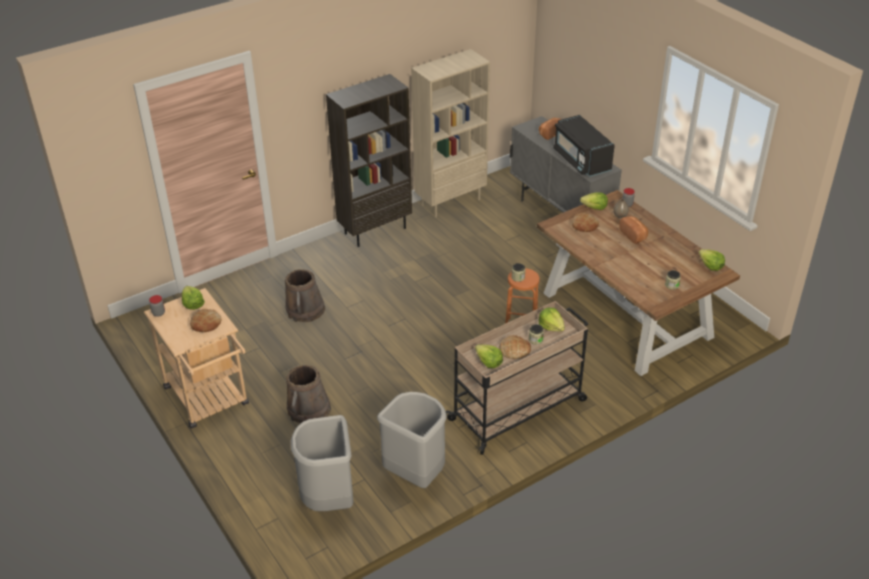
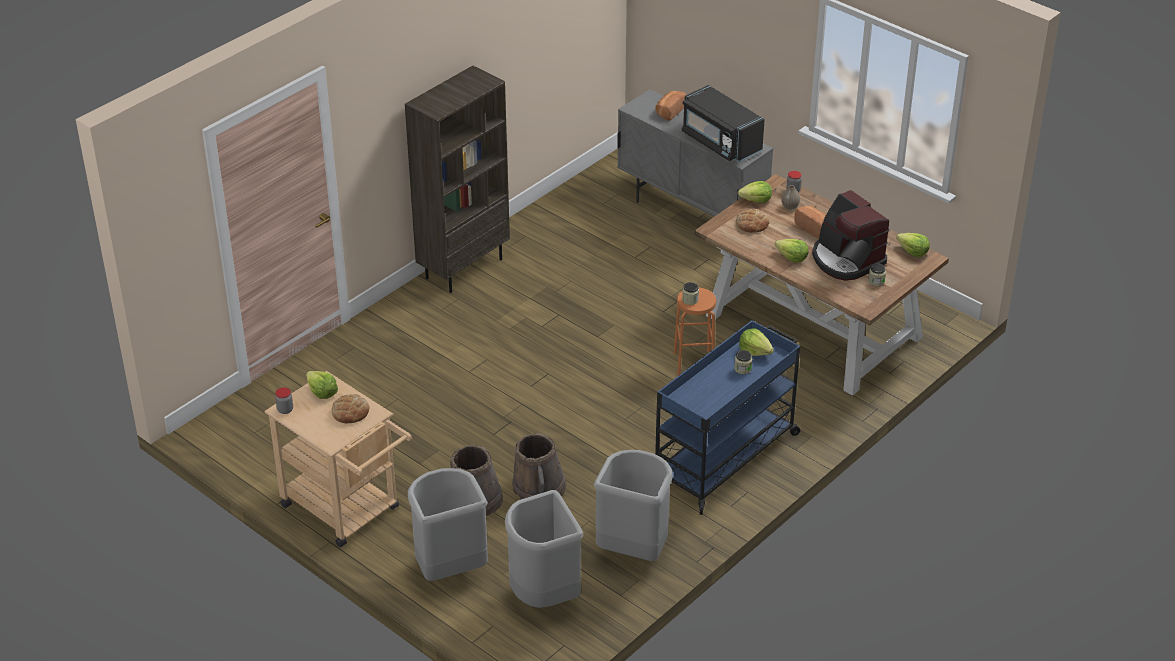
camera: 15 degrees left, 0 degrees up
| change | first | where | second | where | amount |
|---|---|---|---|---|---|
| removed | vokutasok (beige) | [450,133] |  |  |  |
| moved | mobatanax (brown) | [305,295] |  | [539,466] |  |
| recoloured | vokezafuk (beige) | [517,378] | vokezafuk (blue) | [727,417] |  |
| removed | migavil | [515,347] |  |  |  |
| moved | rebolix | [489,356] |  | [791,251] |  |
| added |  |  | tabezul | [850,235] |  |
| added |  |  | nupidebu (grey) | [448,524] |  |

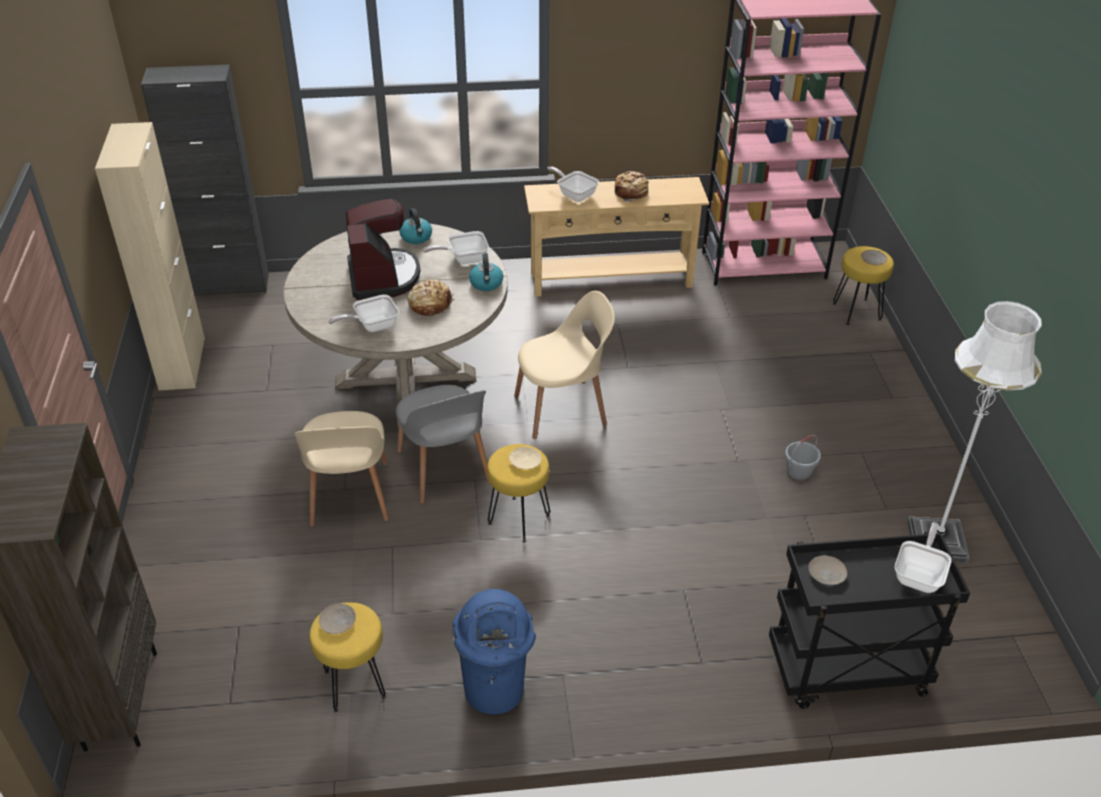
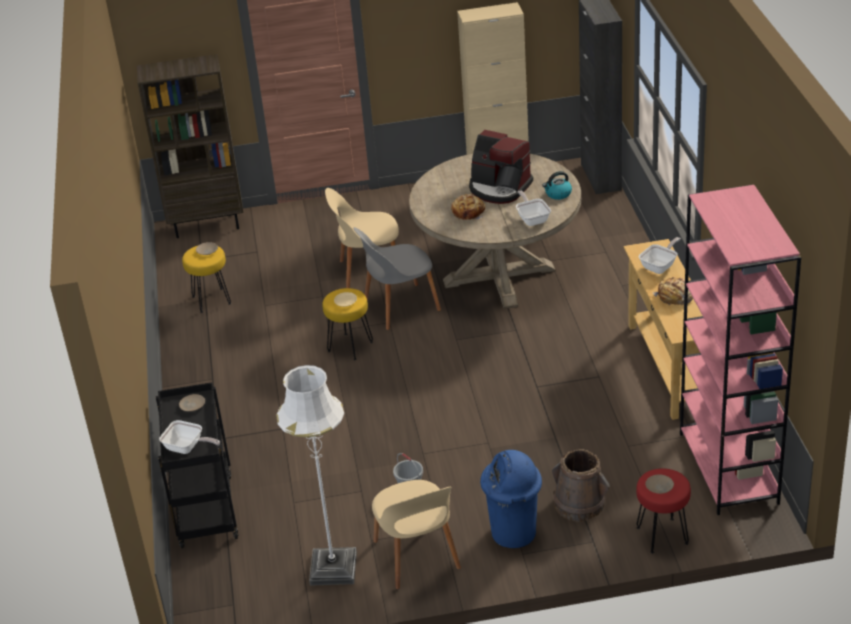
camera: 90 degrees right, 5 degrees down
| change | first | where | second | where | amount |
|---|---|---|---|---|---|
| turned | tabezul | [383,249] |  | [501,167] | 45 degrees clockwise |
| recoloured | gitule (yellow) | [863,285] | gitule (red) | [663,511] |  |
| removed | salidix | [486,272] |  |  |  |
| moved | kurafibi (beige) | [564,365] |  | [416,534] |  |
| removed | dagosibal | [363,313] |  |  |  |
| moved | nupidebu (blue) | [494,651] |  | [511,499] |  |
| added |  |  | mobatanax (brown) | [581,485] |  |

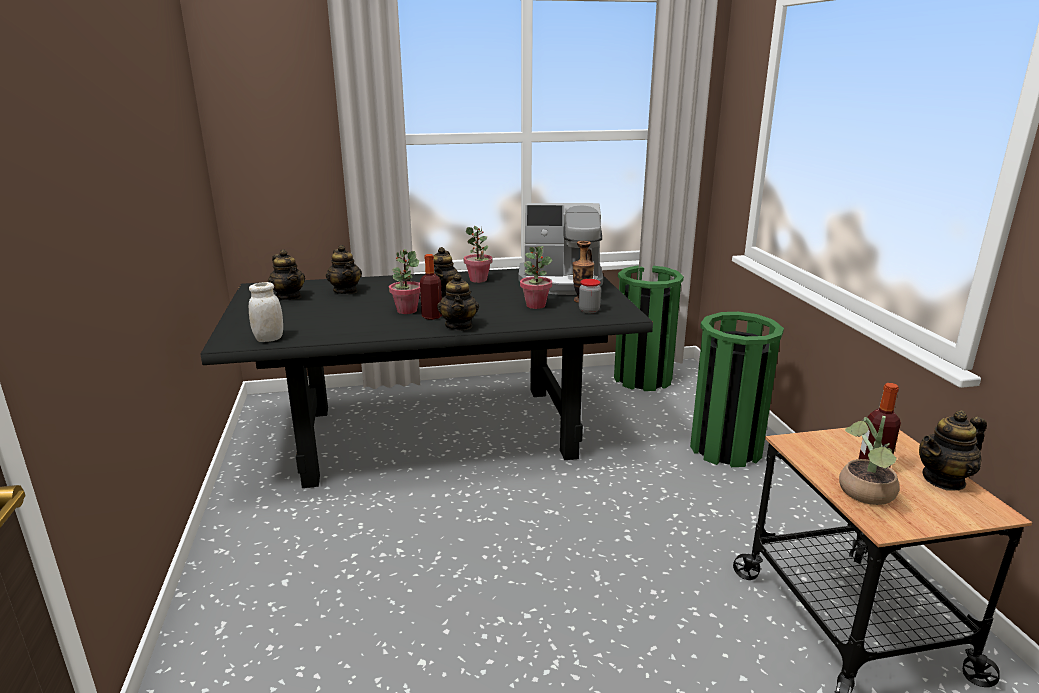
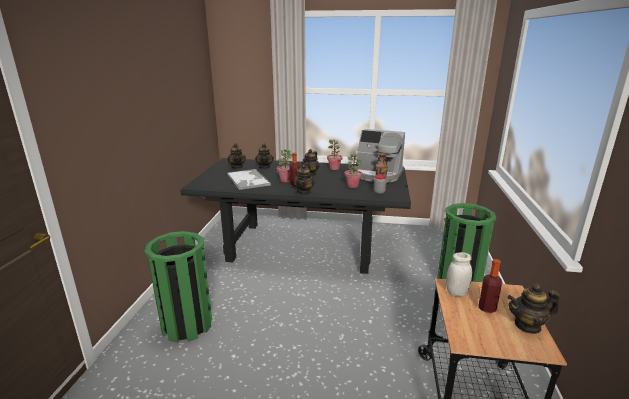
camera: 20 degrees right, 0 degrees up
| change | first | where | second | where | amount |
|---|---|---|---|---|---|
| moved | nupidebu (green) | [649,328] |  | [178,287] |  |
| moved | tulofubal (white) | [266,312] |  | [459,274] |  |
| removed | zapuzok | [869,460] |  |  |  |
| added |  |  | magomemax | [249,179] |  |

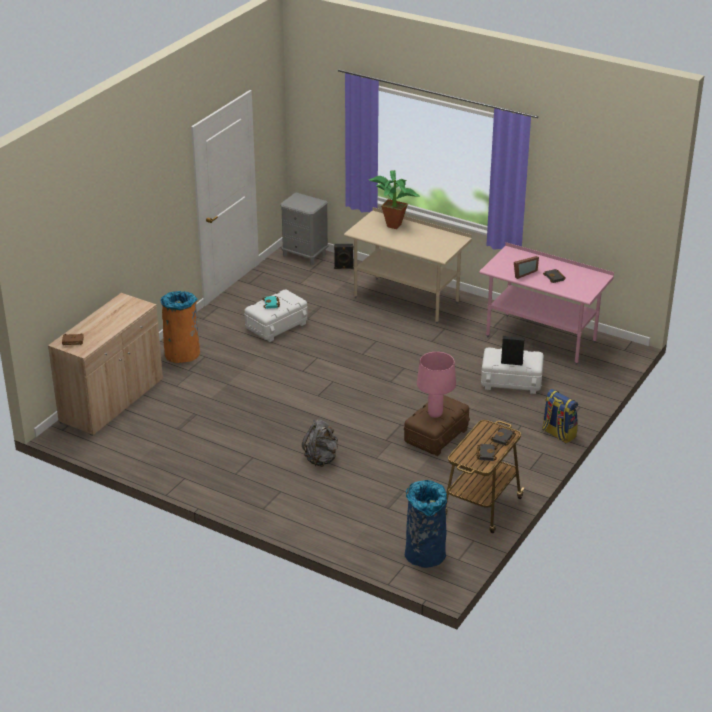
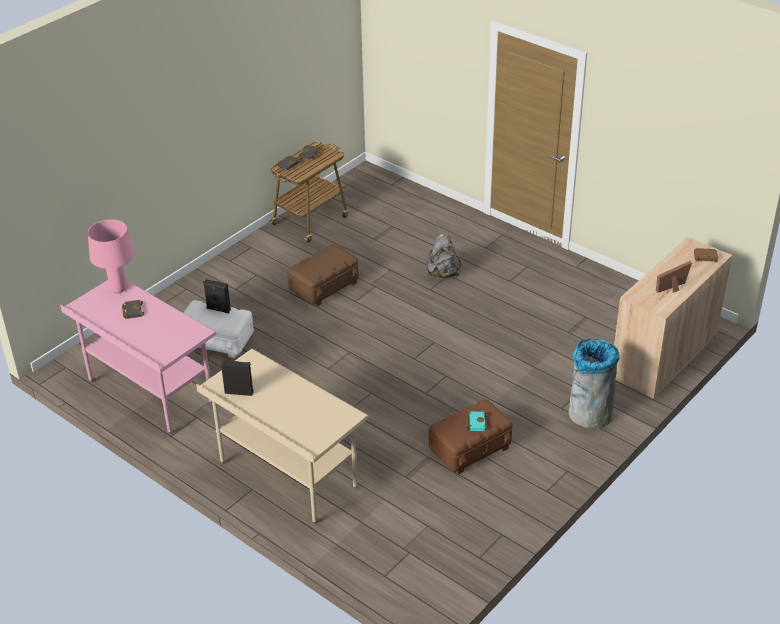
camera: 170 degrees left, 5 degrees up
| change | first | where | second | where | amount |
|---|---|---|---|---|---|
| removed | zapuzok | [394,199] |  |  |  |
| removed | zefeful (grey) | [304,228] |  |  |  |
| moved | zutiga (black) | [343,256] |  | [237,378] |  |
| moved | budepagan | [526,267] |  | [674,277] |  |
| recoloured | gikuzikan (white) | [276,316] | gikuzikan (brown) | [470,437] |  |
| recoloured | nupidebu (orange) | [180,327] | nupidebu (grey) | [594,384] |  |
| moved | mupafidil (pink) | [436,385] |  | [111,256] |  |
| removed | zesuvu | [560,416] |  |  |  |
| removed | nupidebu (blue) | [426,524] |  |  |  |

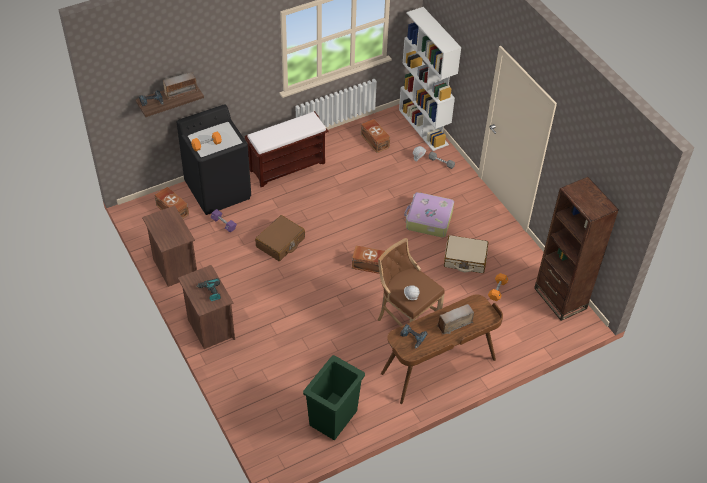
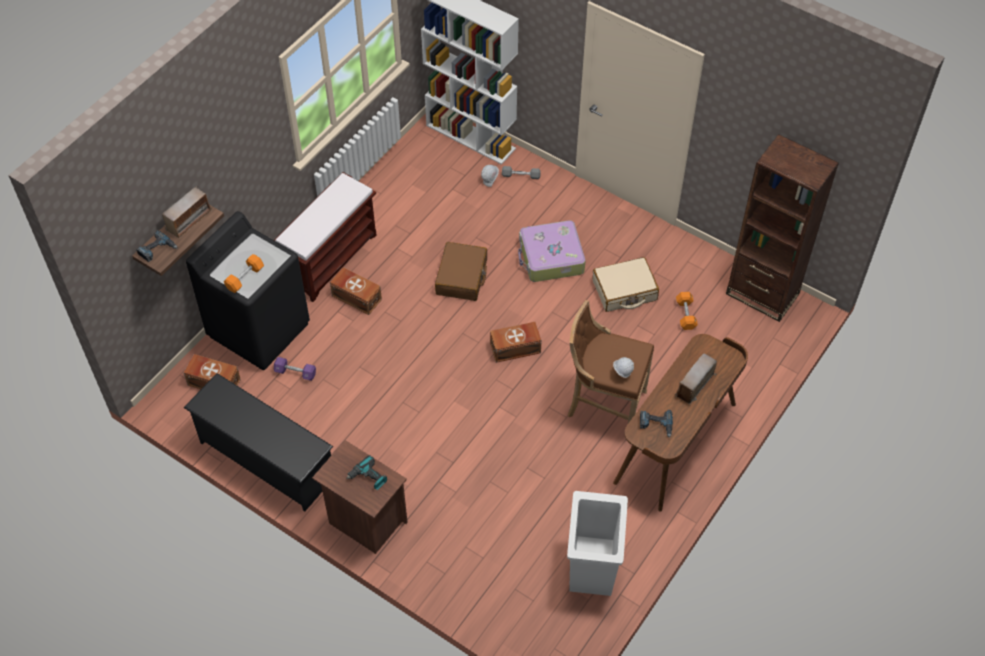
camera: 25 degrees left, 5 degrees up
| change | first | where | second | where | amount |
|---|---|---|---|---|---|
| moved | gikuzikan (brown) | [375,136] |  | [356,291] |  |
| replaced | zefeful (brown) | [169,246] | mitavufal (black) | [258,442] |  |
| moved | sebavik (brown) | [280,238] |  | [461,271] |  |
| recoloured | nupidebu (green) | [334,397] | nupidebu (white) | [597,543] |  |

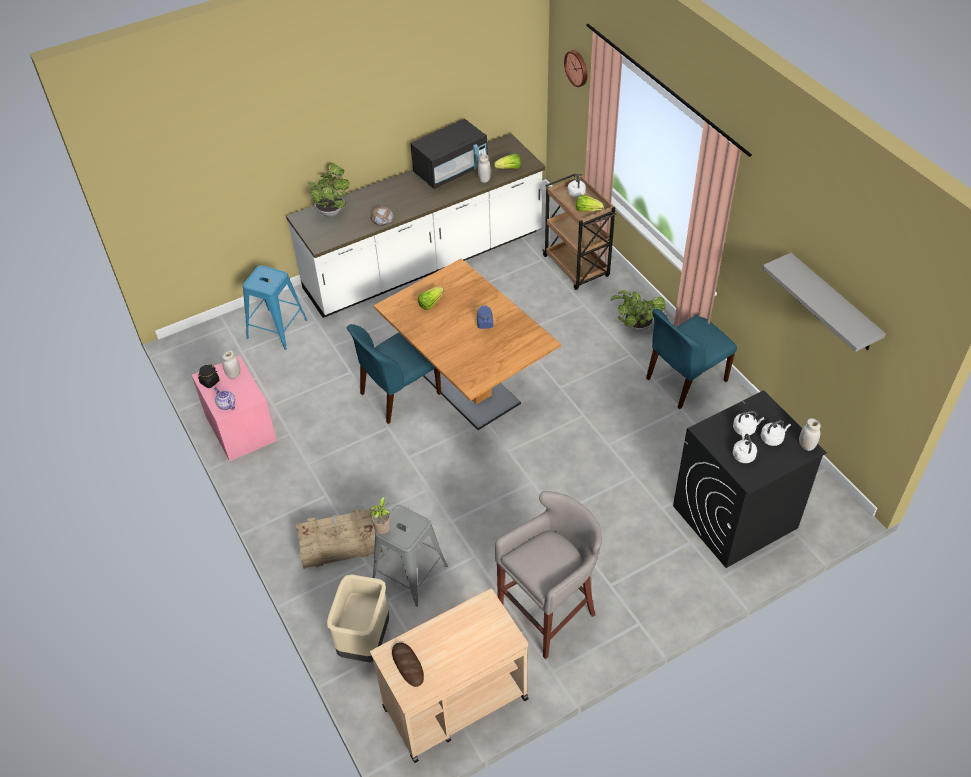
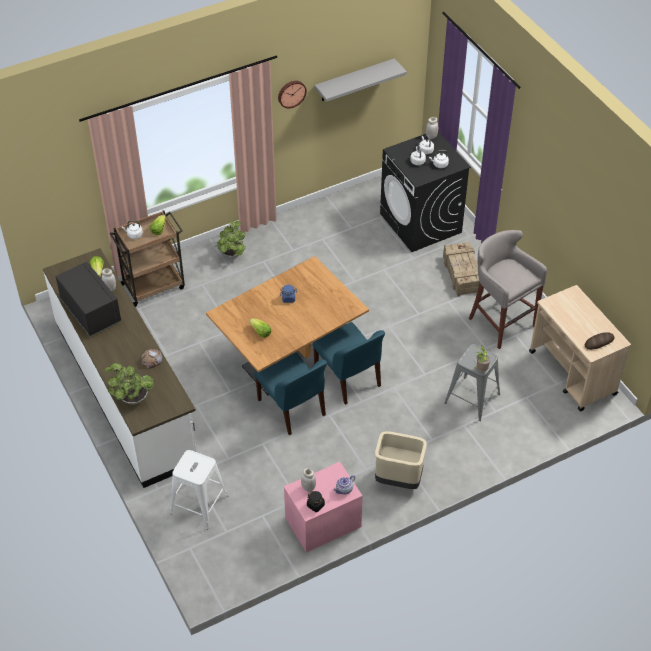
camera: 90 degrees left, 0 degrees up
| change | first | where | second | where | amount |
|---|---|---|---|---|---|
| moved | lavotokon | [575,68] |  | [292,94] |  |
| recoloured | gitule (blue) | [275,307] | gitule (white) | [198,489] |  |
| moved | kurafibi (blue) | [691,359] |  | [348,363] |  |
| moved | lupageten | [339,538] |  | [463,269] |  |
| moved | nupidebu (beige) | [358,618] |  | [401,460] |  |

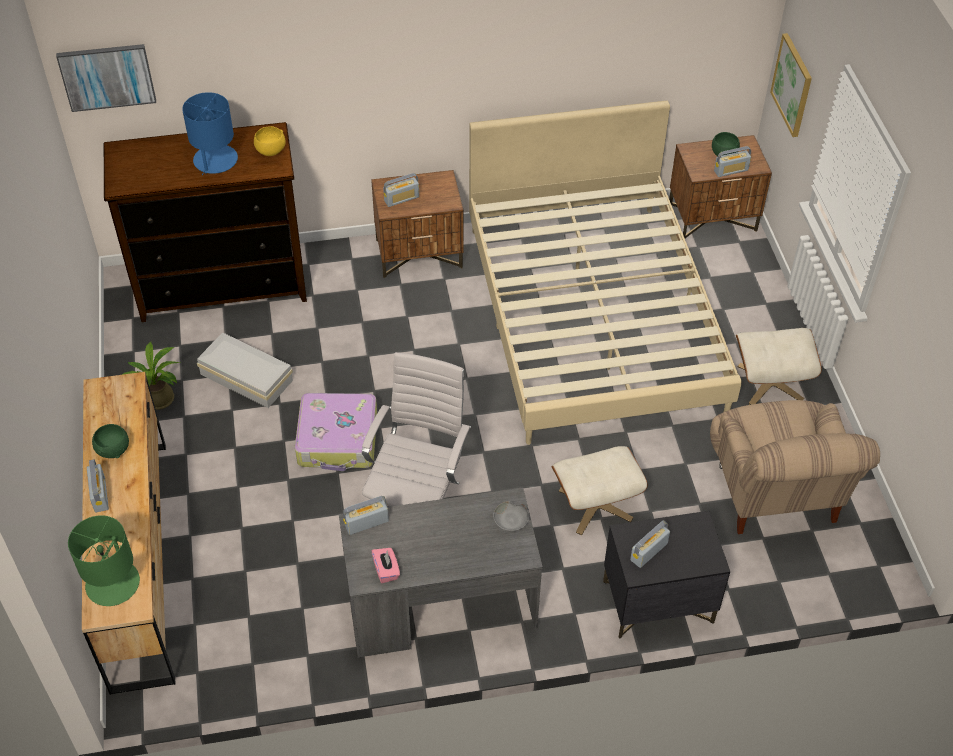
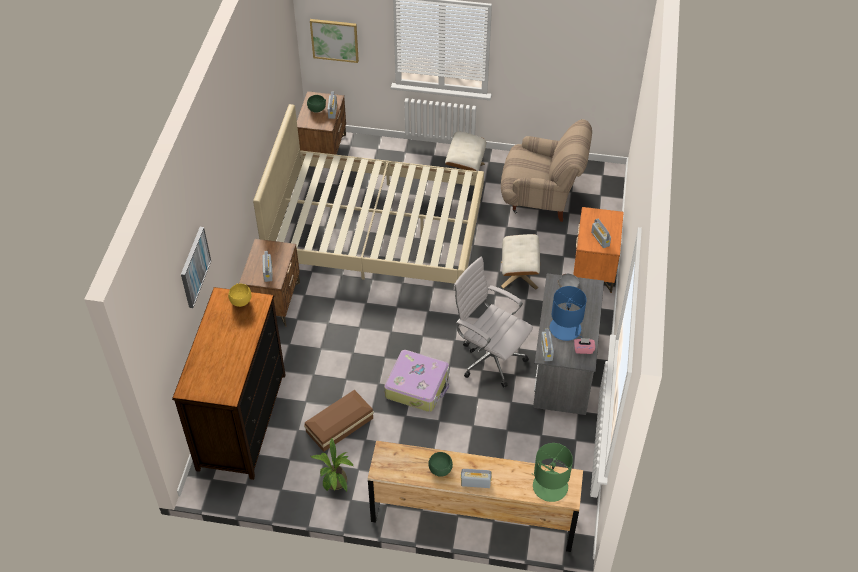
camera: 70 degrees left, 0 degrees up
| change | first | where | second | where | amount |
|---|---|---|---|---|---|
| moved | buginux | [106,78] |  | [196,267] |  |
| moved | mupafidil (blue) | [210,134] |  | [568,313] |  |
| recoloured | gikuzikan (white) | [245,370] | gikuzikan (brown) | [339,421] |  |
| recoloured | zefeful (black) | [666,574] | zefeful (orange) | [598,250] |  |

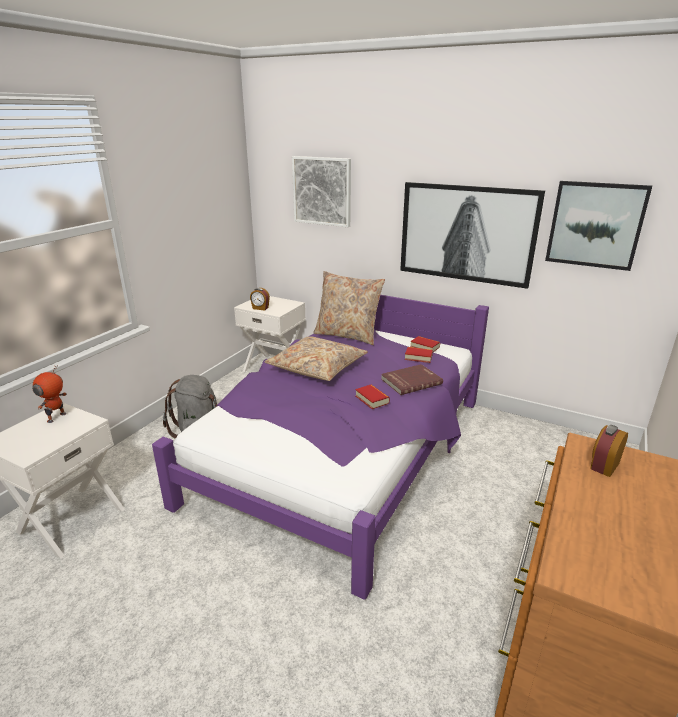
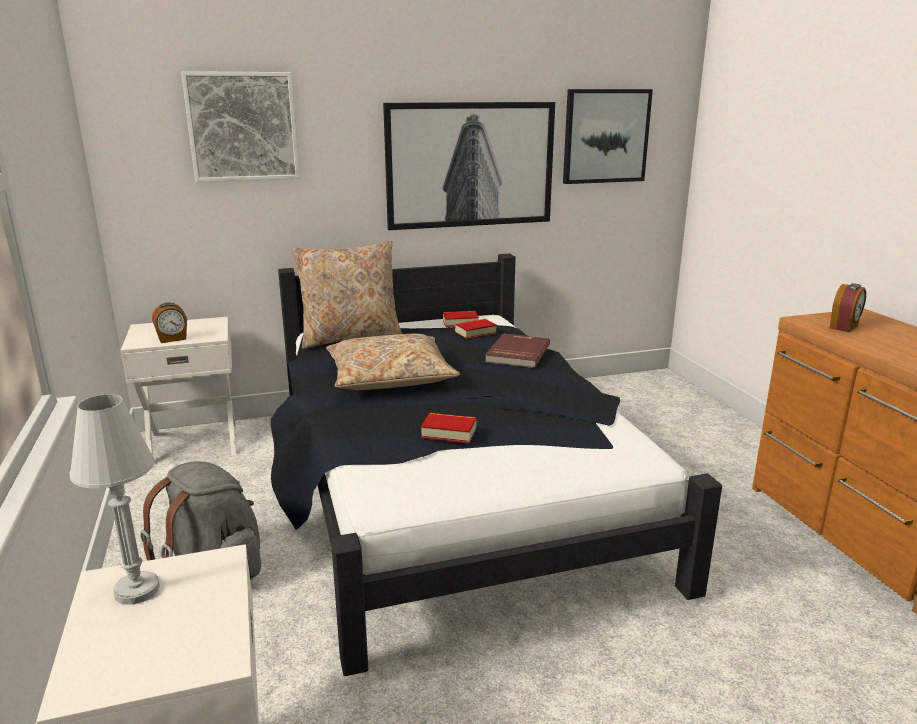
camera: 45 degrees left, 5 degrees down
| change | first | where | second | where | amount |
|---|---|---|---|---|---|
| recoloured | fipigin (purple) | [320,447] | fipigin (black) | [496,464] |  |
| replaced | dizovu | [49,394] | mupafidil (white) | [115,499] |  |
| moved | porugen | [372,397] |  | [449,428] |  |
| turned | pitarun | [609,451] |  | [848,307] | 135 degrees counterclockwise |

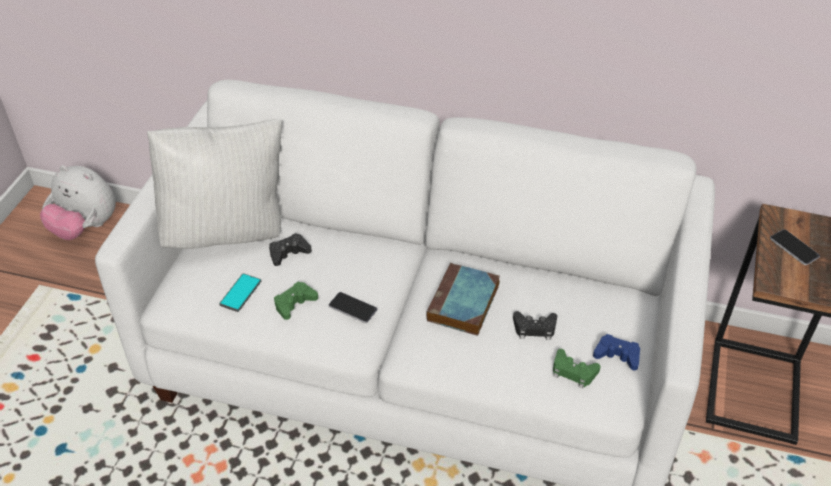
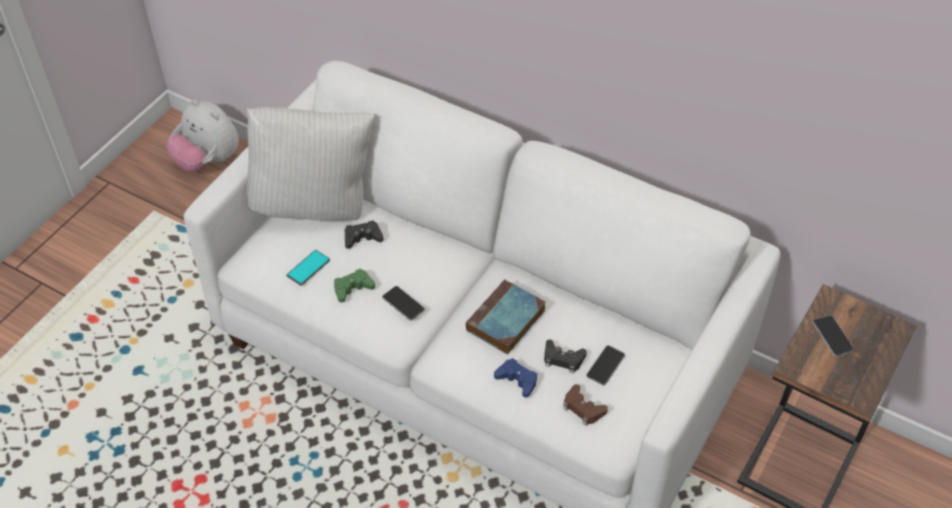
camera: 15 degrees right, 5 degrees up
| change | first | where | second | where | amount |
|---|---|---|---|---|---|
| moved | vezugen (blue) | [616,352] |  | [515,378] |  |
| recoloured | vezugen (green) | [577,368] | vezugen (brown) | [585,405] |  |
| added |  |  | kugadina | [605,366] |  |

